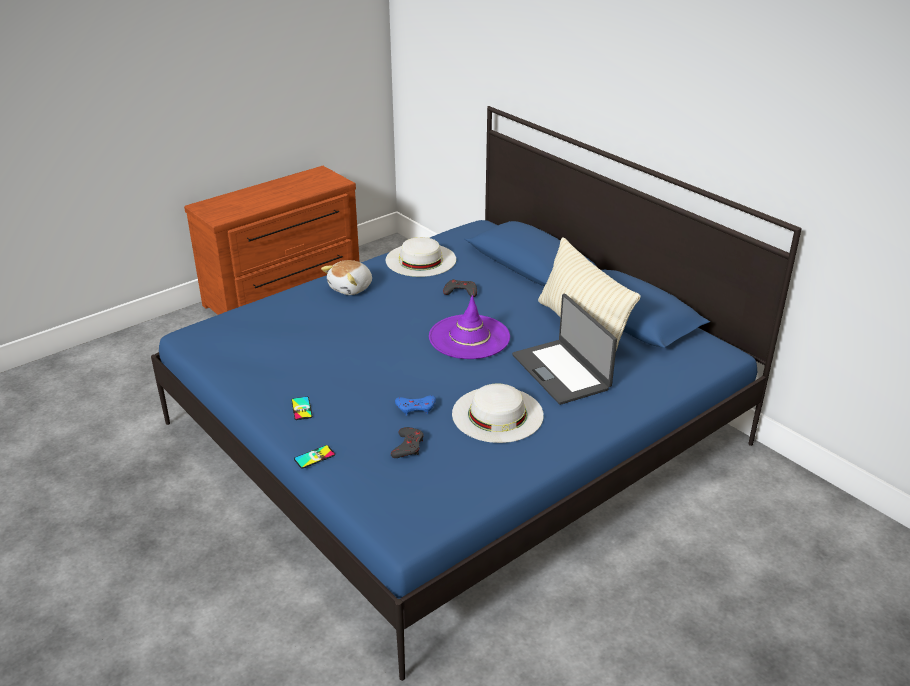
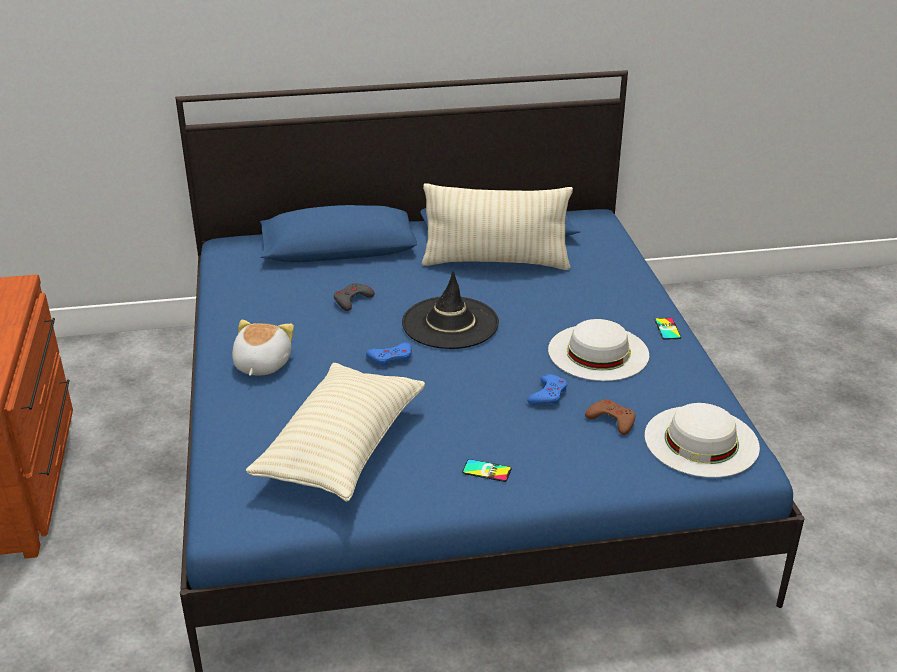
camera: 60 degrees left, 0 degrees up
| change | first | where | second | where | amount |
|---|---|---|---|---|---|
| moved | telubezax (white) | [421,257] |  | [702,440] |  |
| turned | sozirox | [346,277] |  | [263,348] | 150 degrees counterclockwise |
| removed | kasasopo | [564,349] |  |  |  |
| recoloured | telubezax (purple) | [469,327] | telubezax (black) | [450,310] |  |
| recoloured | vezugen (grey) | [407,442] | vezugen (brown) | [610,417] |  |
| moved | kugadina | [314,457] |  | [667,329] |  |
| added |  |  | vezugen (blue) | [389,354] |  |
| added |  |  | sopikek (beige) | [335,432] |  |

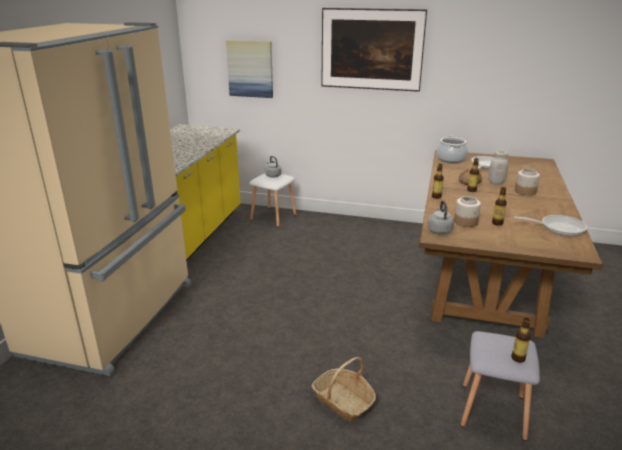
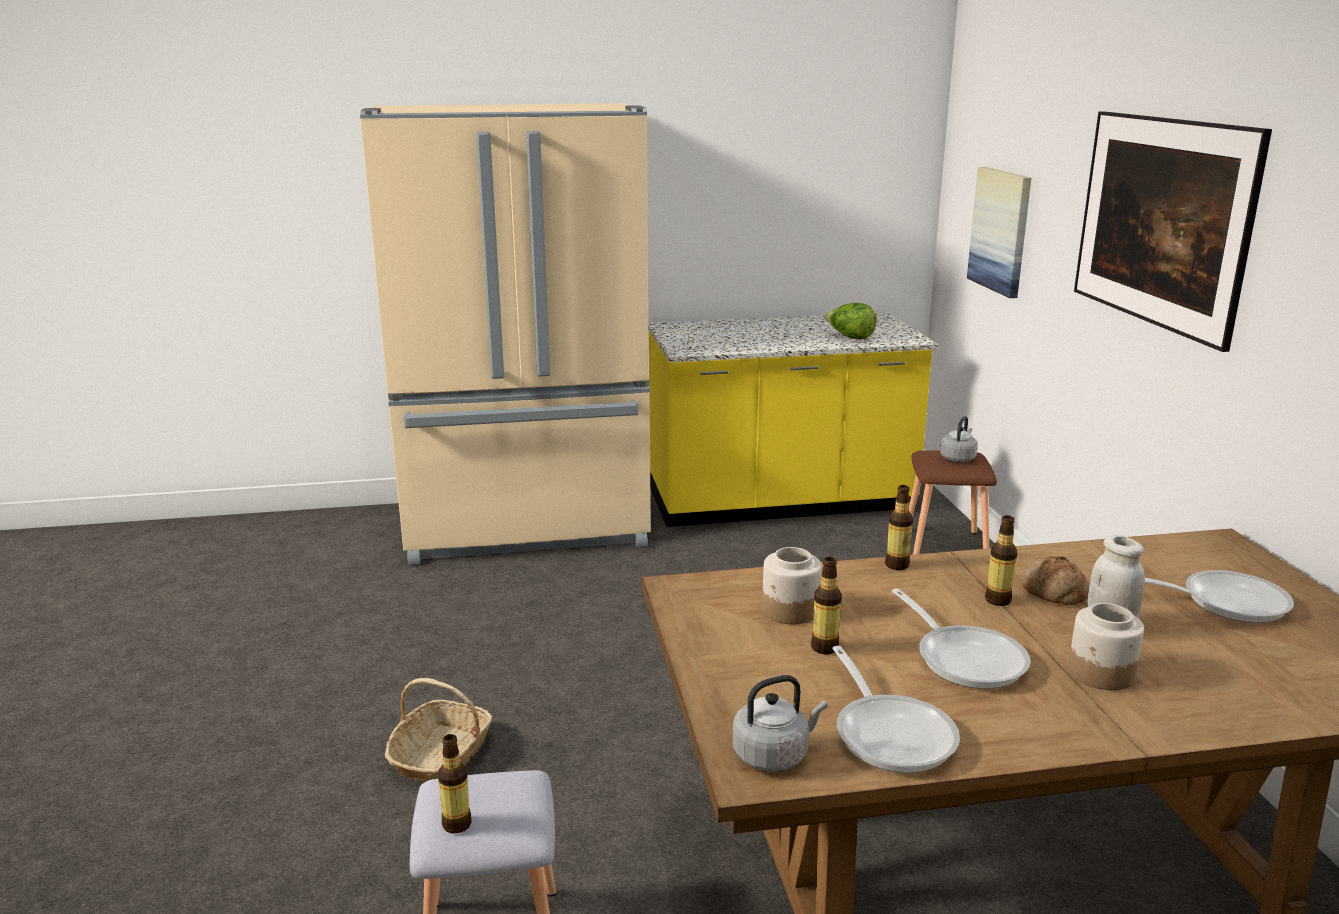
camera: 65 degrees right, 5 degrees down
| change | first | where | second | where | amount |
|---|---|---|---|---|---|
| removed | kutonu | [452,149] |  |  |  |
| recoloured | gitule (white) | [273,200] | gitule (brown) | [953,502] |  |
| moved | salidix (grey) | [440,217] |  | [780,723] |  |
| added |  |  | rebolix | [851,321] |  |
| added |  |  | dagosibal | [961,638] |  |

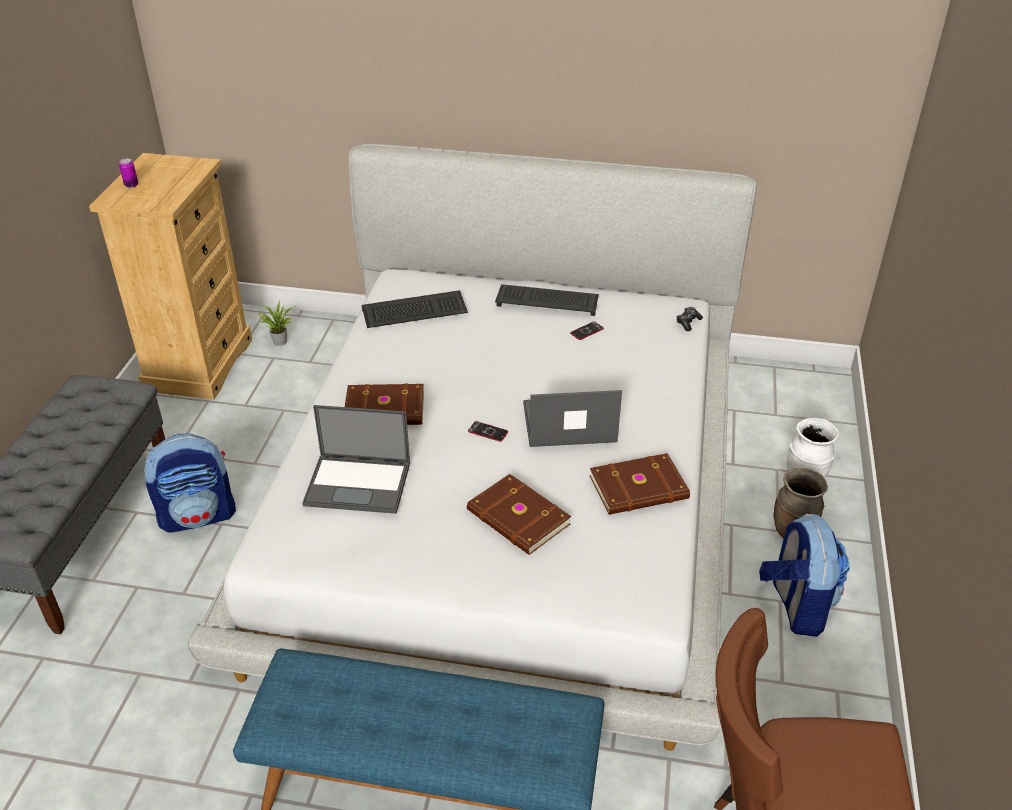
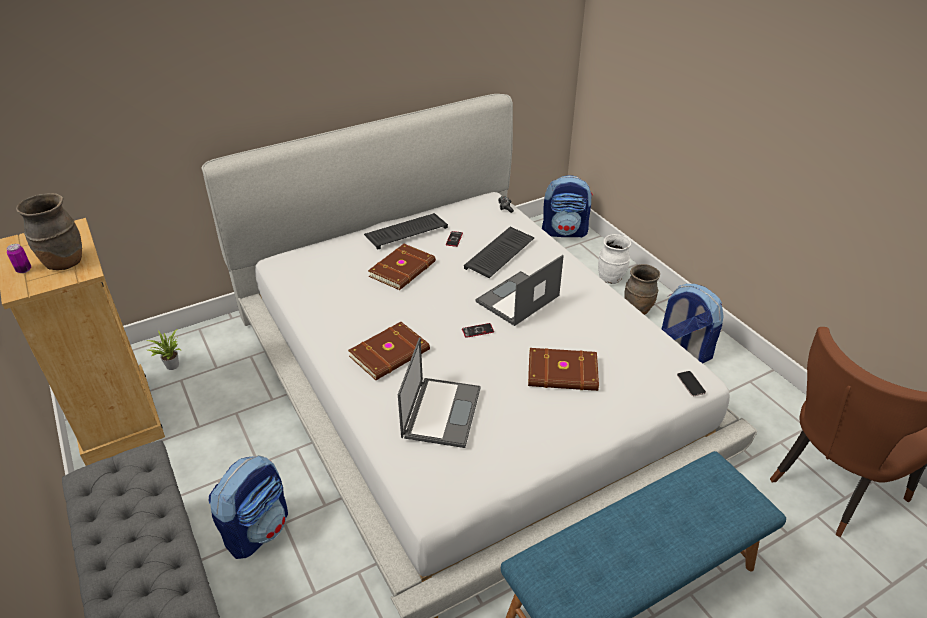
camera: 40 degrees left, 0 degrees up
| change | first | where | second | where | amount |
|---|---|---|---|---|---|
| moved | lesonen | [415,309] |  | [499,252] |  |
| turned | kasasopo | [356,459] |  | [439,392] | 45 degrees counterclockwise |
| moved | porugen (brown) | [640,484] |  | [402,267] |  |
| added |  |  | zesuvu | [567,206] |  |
| added |  |  | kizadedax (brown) | [49,231] |  |
| added |  |  | kugadina | [691,383] |  |

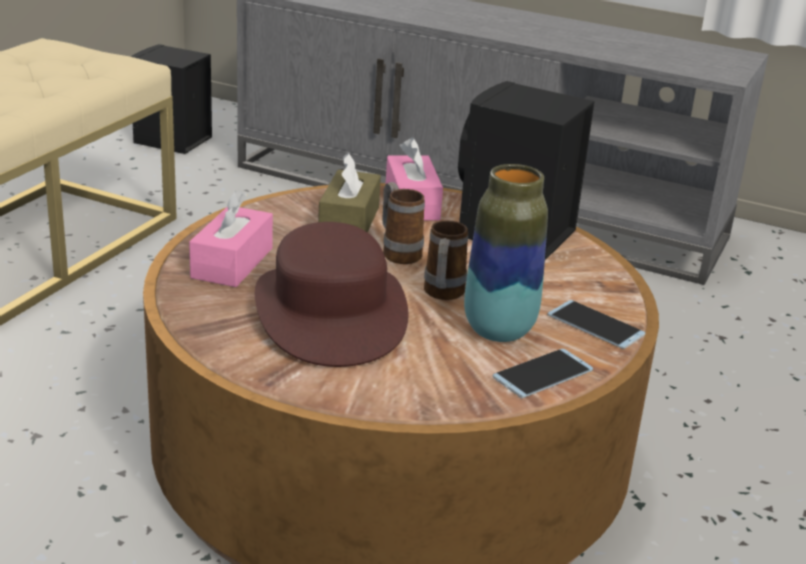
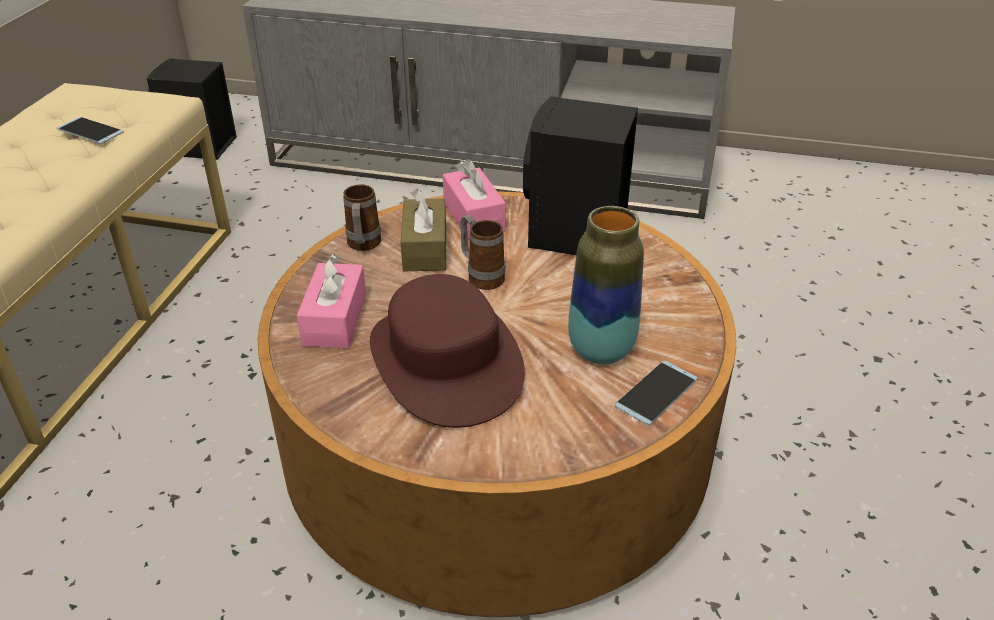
camera: 10 degrees left, 10 degrees up
| change | first | where | second | where | amount |
|---|---|---|---|---|---|
| moved | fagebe | [446,260] |  | [362,217] |  |
| moved | kugadina | [596,324] |  | [90,130] |  |

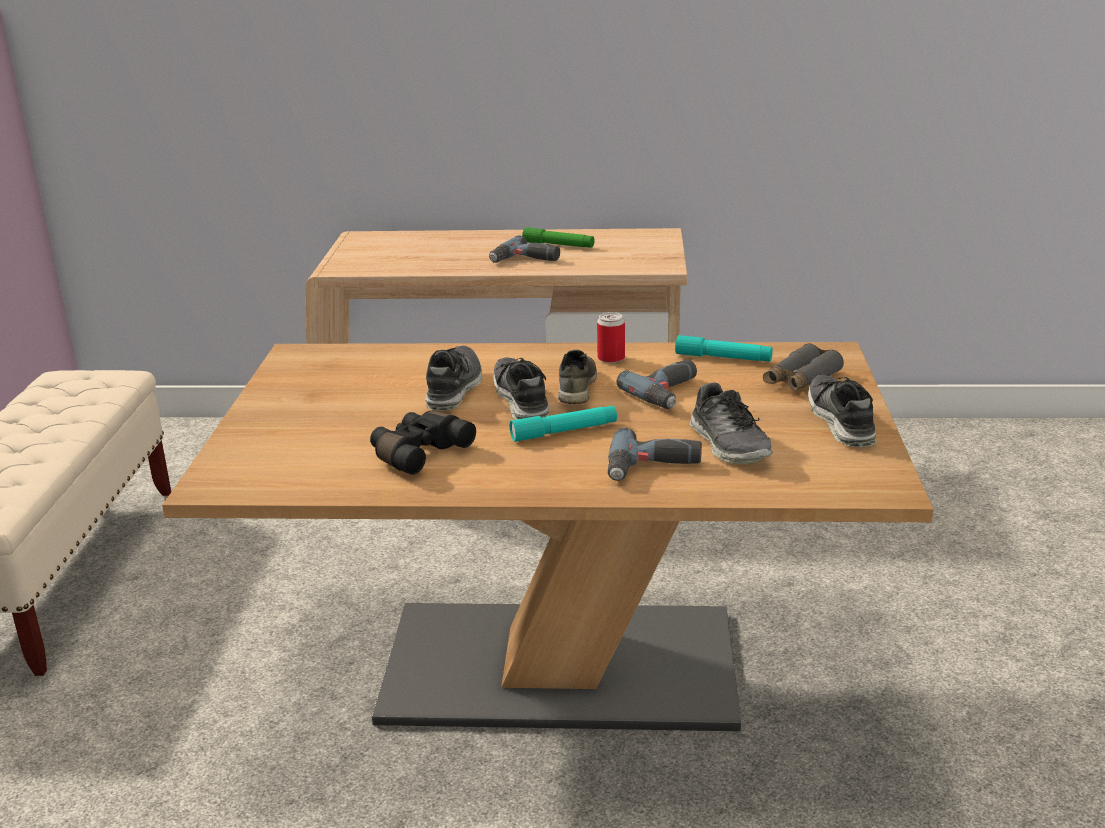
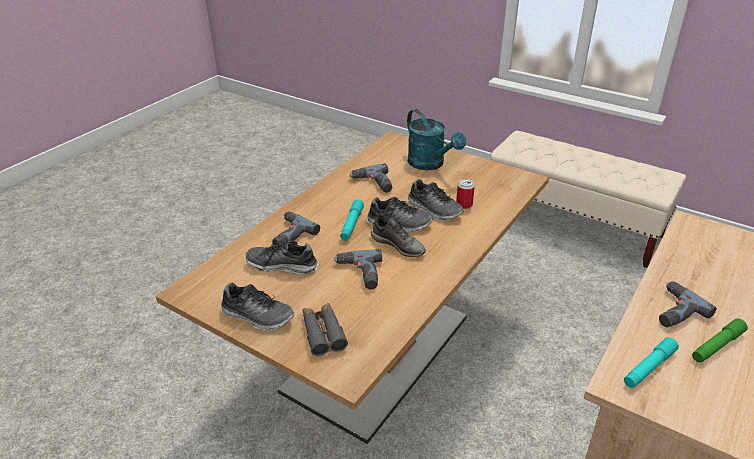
camera: 120 degrees right, 10 degrees up
| change | first | where | second | where | amount |
|---|---|---|---|---|---|
| moved | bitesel | [611,337] |  | [465,194] |  |
| moved | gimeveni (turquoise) | [724,348] |  | [651,362] |  |
| replaced | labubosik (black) | [423,443] | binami | [370,178] |  |
| added |  |  | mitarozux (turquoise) | [436,139] |  |

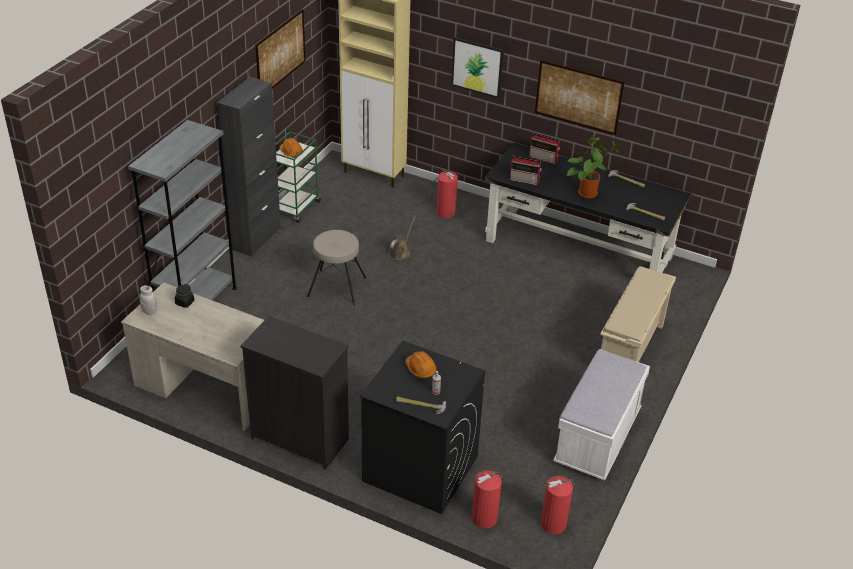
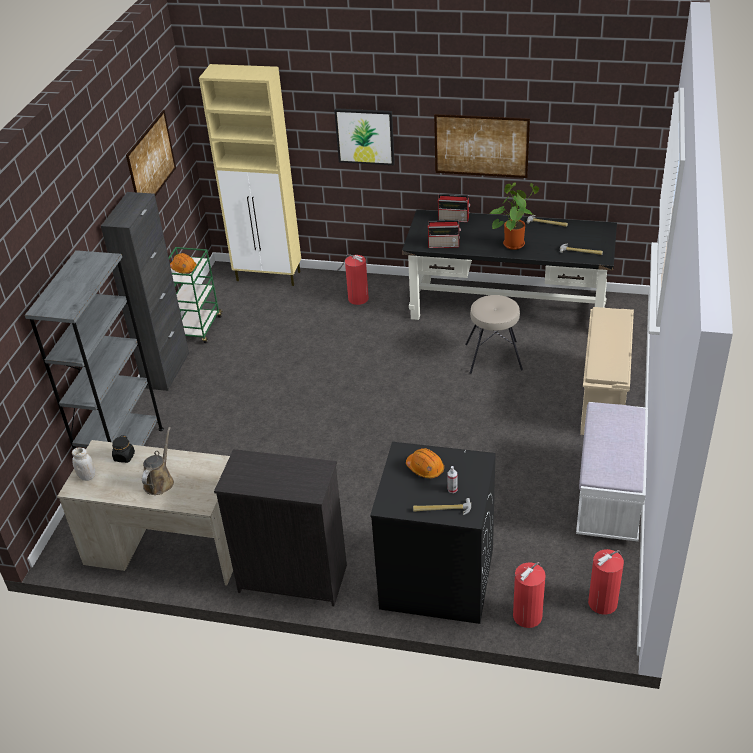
camera: 10 degrees left, 0 degrees up
| change | first | where | second | where | amount |
|---|---|---|---|---|---|
| moved | mitarozux (brown) | [402,238] |  | [158,461] |  |
| moved | gitule (beige) | [336,267] |  | [494,334] |  |

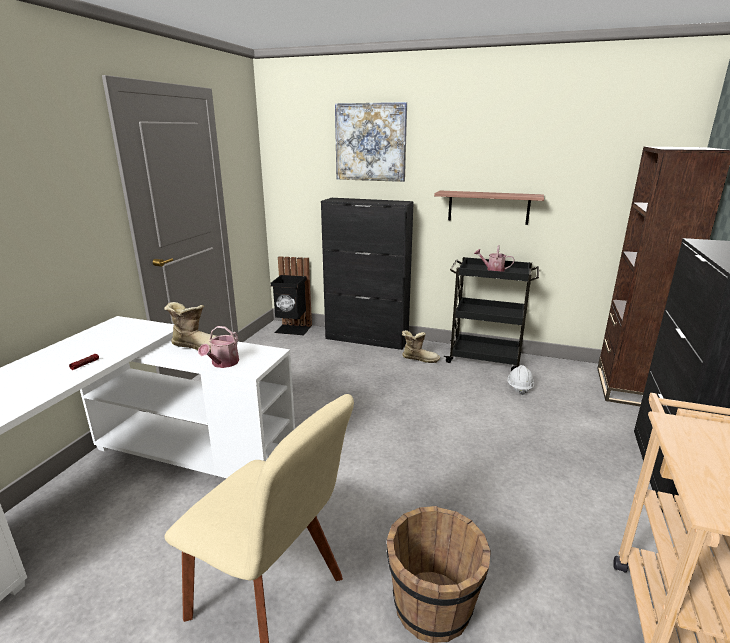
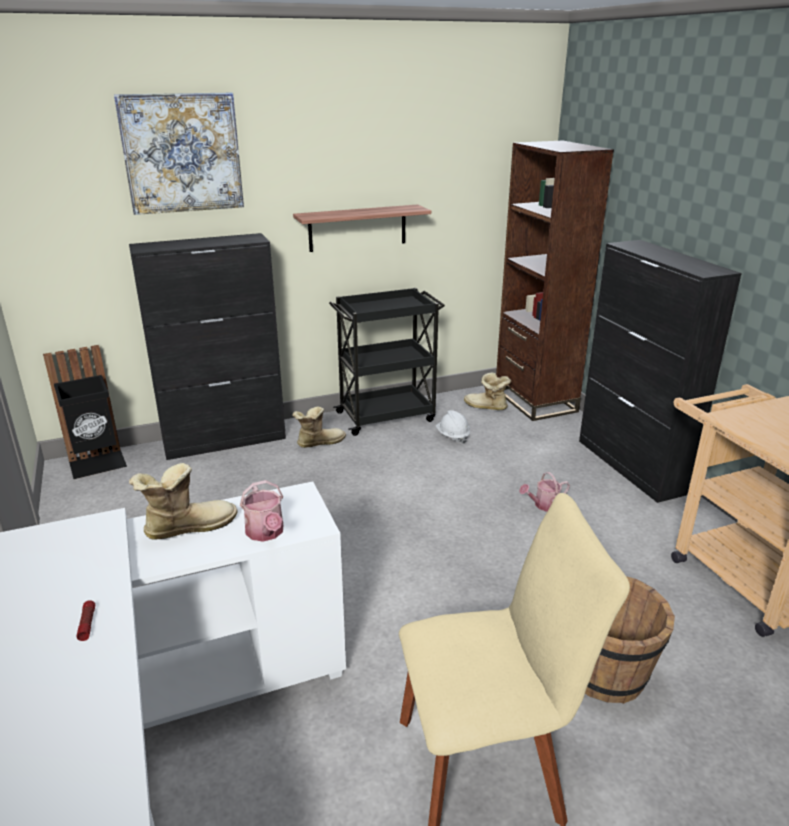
camera: 40 degrees left, 5 degrees up
| change | first | where | second | where | amount |
|---|---|---|---|---|---|
| moved | mitarozux | [494,258] |  | [544,492] |  |
| added |  |  | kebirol | [487,391] |  |

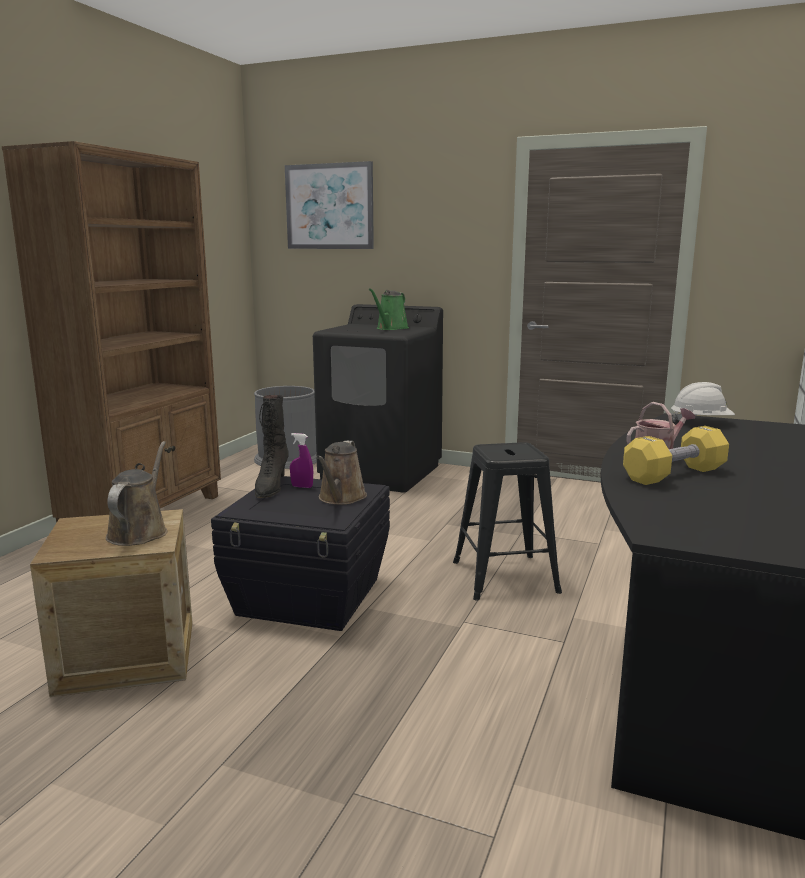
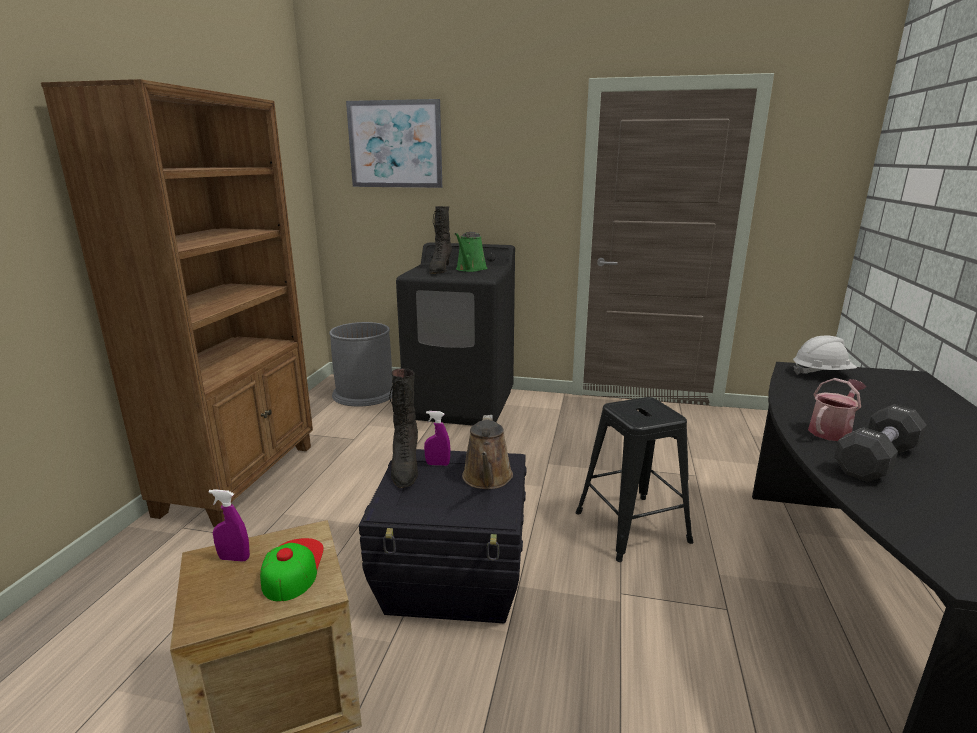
camera: 10 degrees left, 5 degrees up
| change | first | where | second | where | amount |
|---|---|---|---|---|---|
| recoloured | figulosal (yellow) | [676,455] | figulosal (black) | [880,443] |  |
| replaced | mitarozux (brown) | [136,493] | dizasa | [292,570] |  |
| added |  |  | kebirol (black) | [440,239] |  |
| added |  |  | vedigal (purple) | [229,525] |  |

